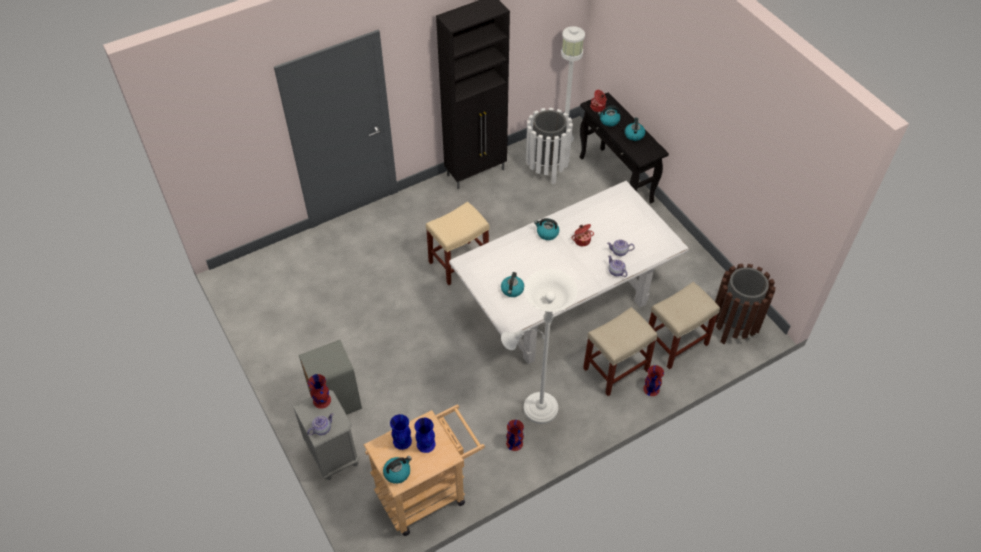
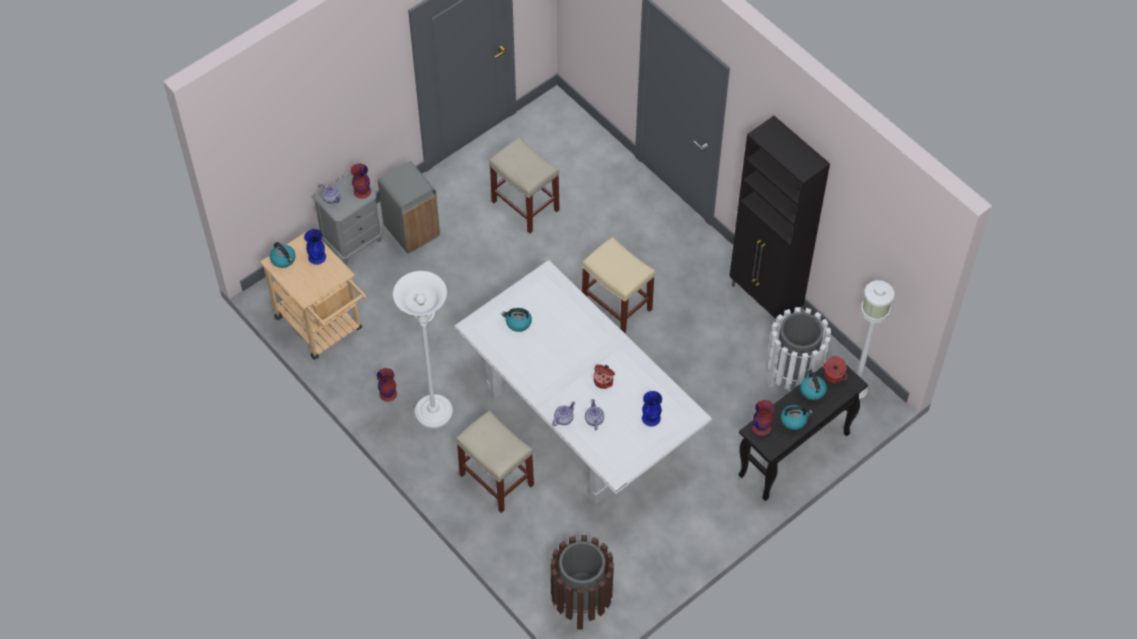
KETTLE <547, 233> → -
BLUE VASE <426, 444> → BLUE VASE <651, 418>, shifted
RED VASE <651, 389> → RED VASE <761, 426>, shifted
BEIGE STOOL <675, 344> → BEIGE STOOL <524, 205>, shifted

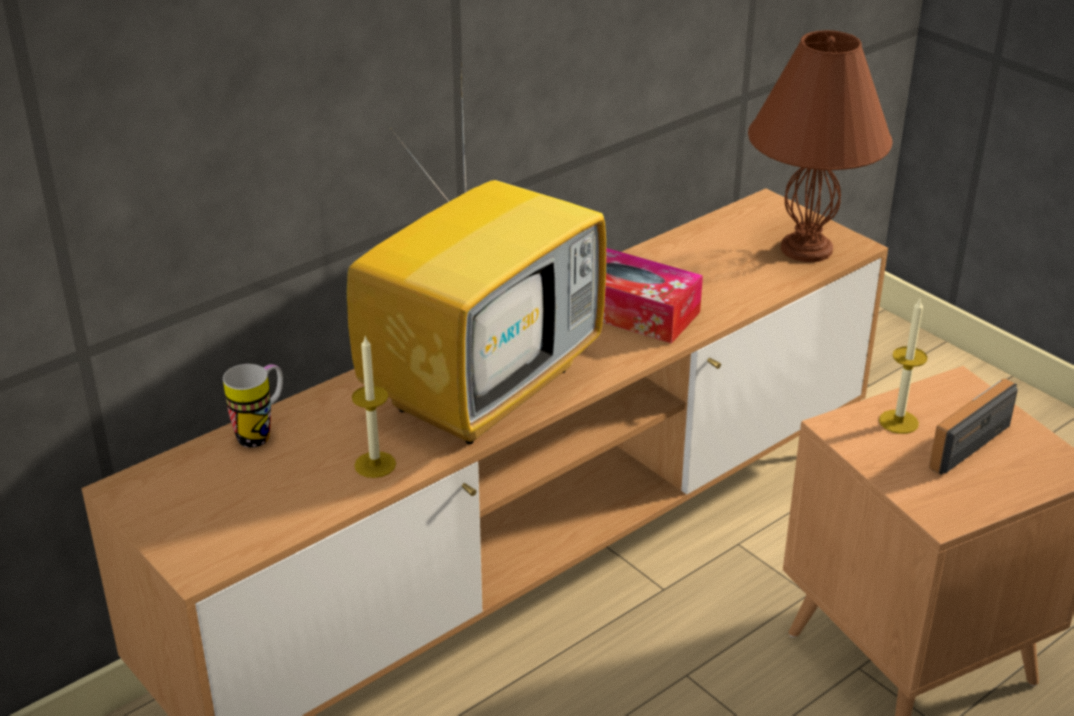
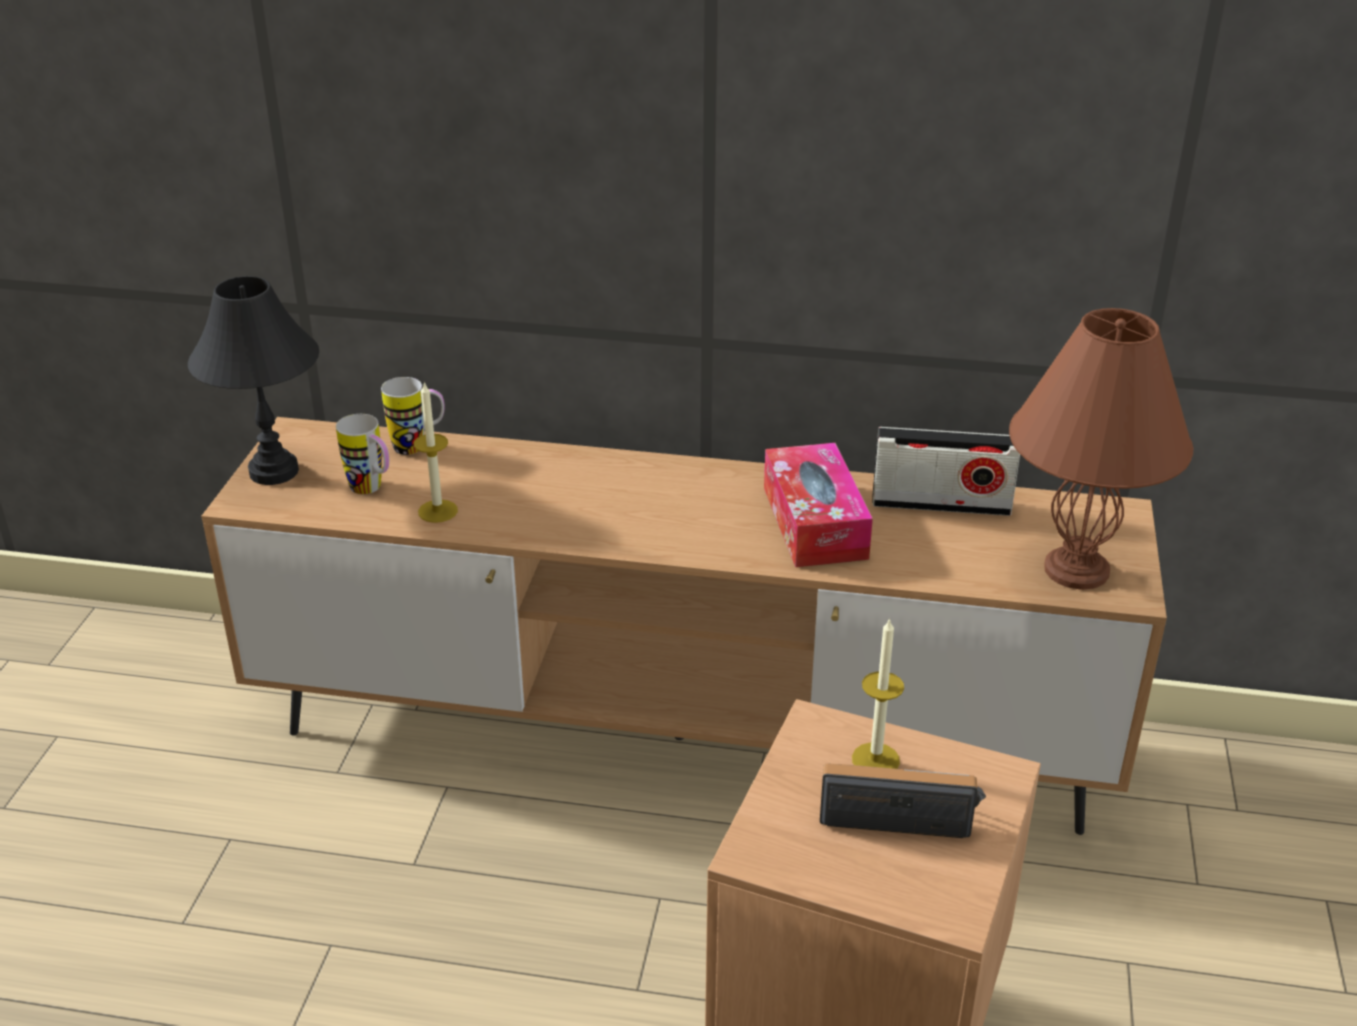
TELEVISION <483, 386> → -
- → BLACK TABLE LAMP <273, 471>
- → MUG <372, 490>
- → RADIO <941, 504>

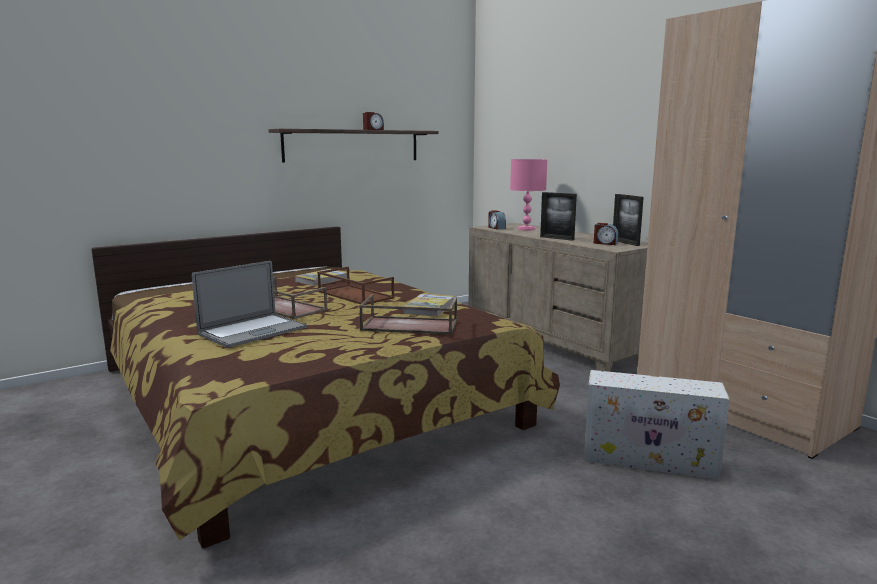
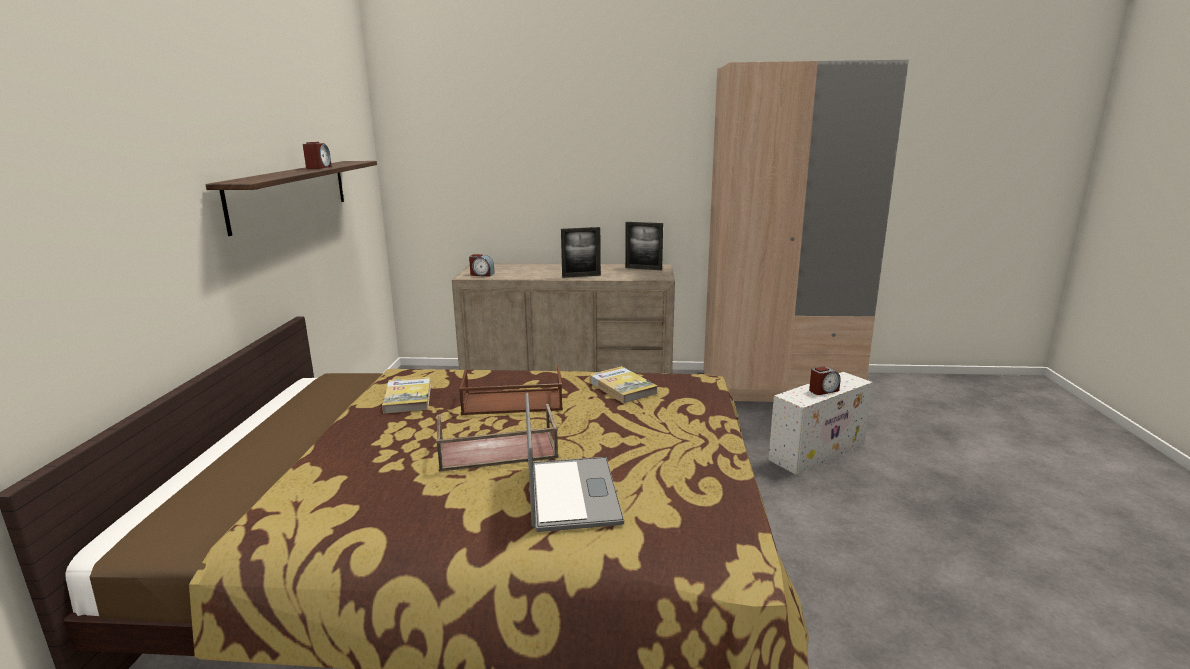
BROWN TRAY <408, 326> → -
PINK TABLE LAMP <527, 229> → -
ALARM CLOCK <605, 243> → ALARM CLOCK <823, 390>, shifted

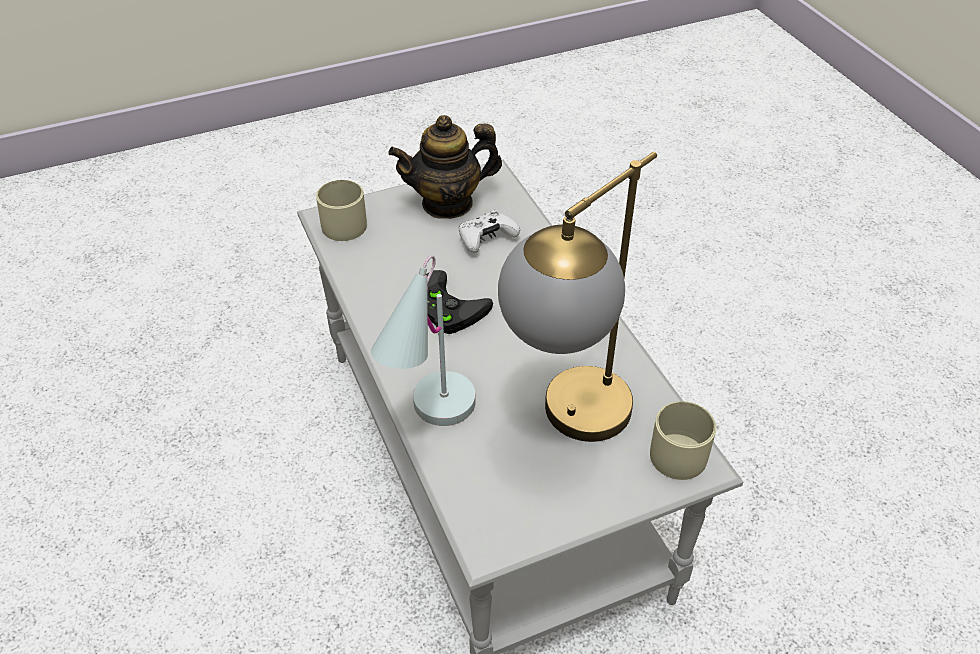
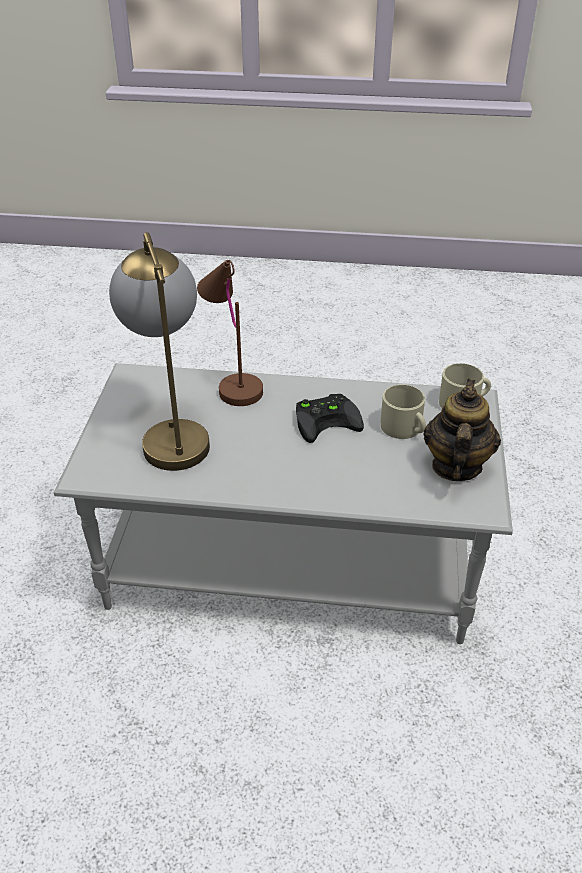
WHITE GAME CONTROLLER <486, 239> → -
BEIGE MUG <680, 450> → BEIGE MUG <404, 429>, shifted
WHITE TABLE LAMP <428, 421> → BROWN TABLE LAMP <231, 381>

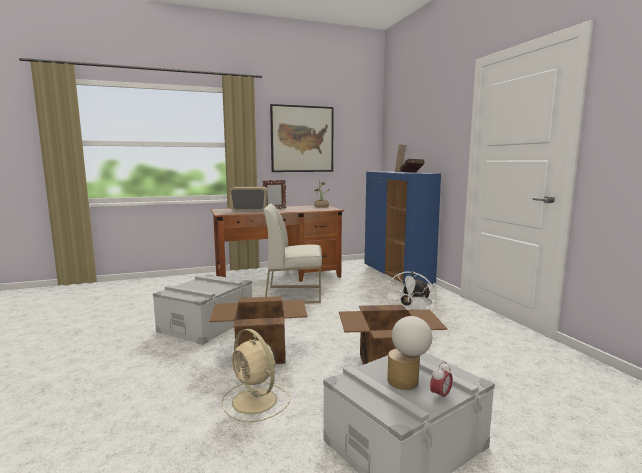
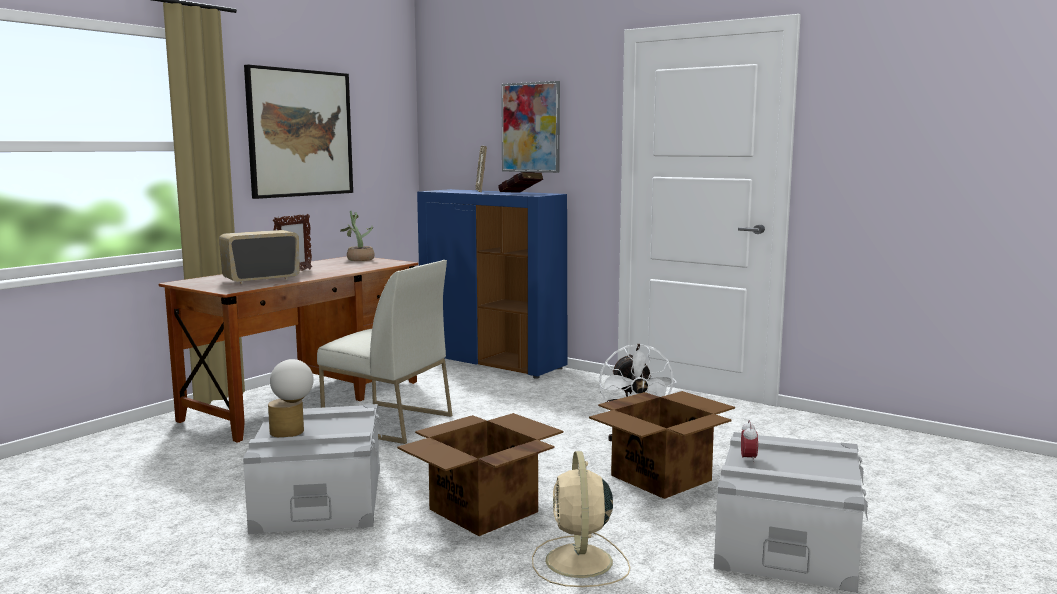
- → PICTURE <531, 127>
TABLE LAMP <407, 382> → TABLE LAMP <292, 431>, shifted
ALARM CLOCK <440, 396> → ALARM CLOCK <748, 459>, shifted
BEIGE FAN <255, 402> → BEIGE FAN <579, 563>, 75 degrees clockwise
WHITE CHAIR <294, 294> → WHITE CHAIR <387, 422>, 120 degrees counterclockwise

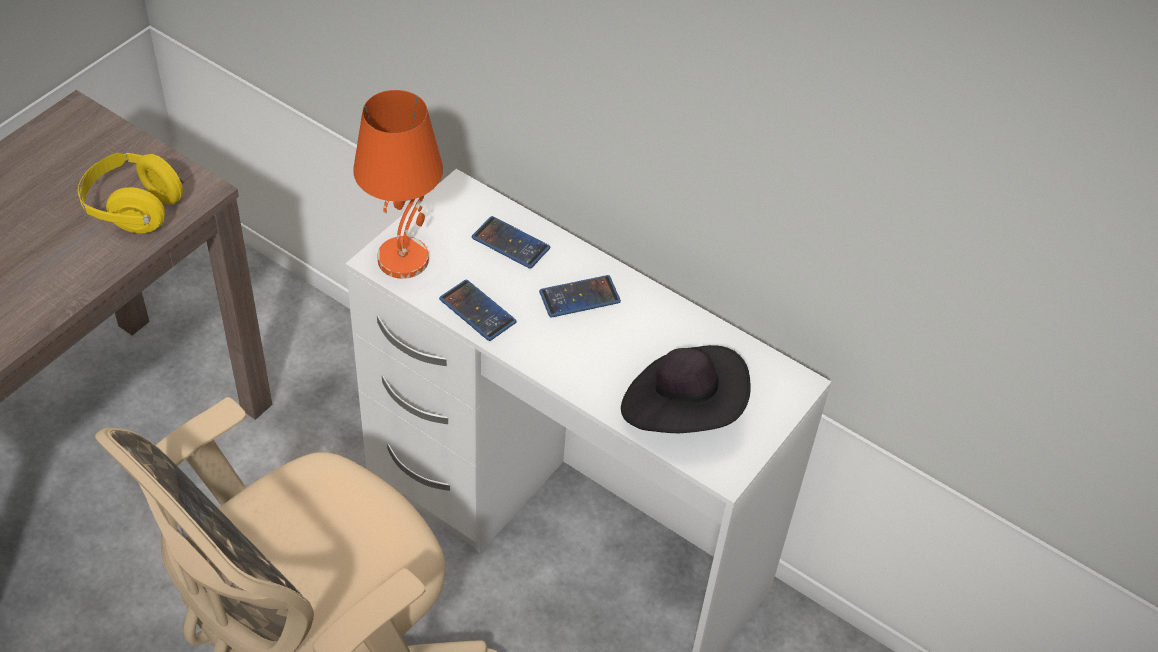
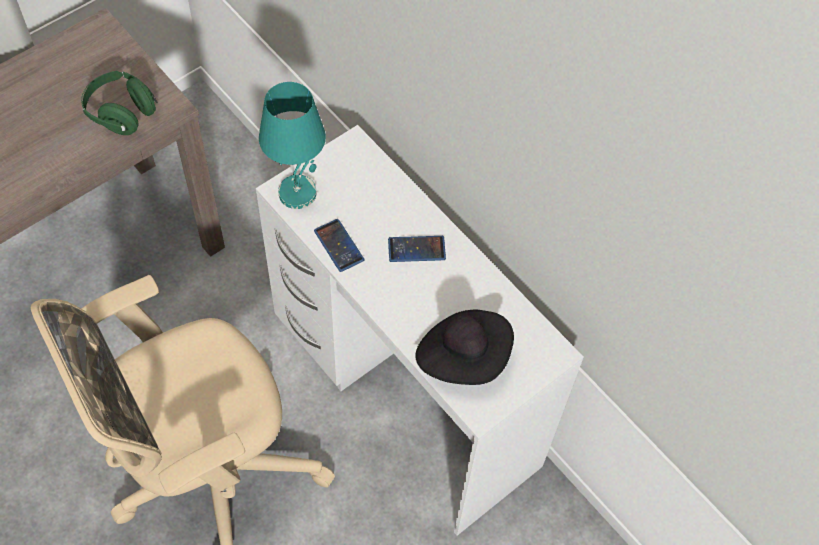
PHONE <510, 243> → -
YELLOW HEADPHONES <133, 209> → GREEN HEADPHONES <121, 113>
ORANGE TABLE LAMP <403, 258> → TURQUOISE TABLE LAMP <298, 192>

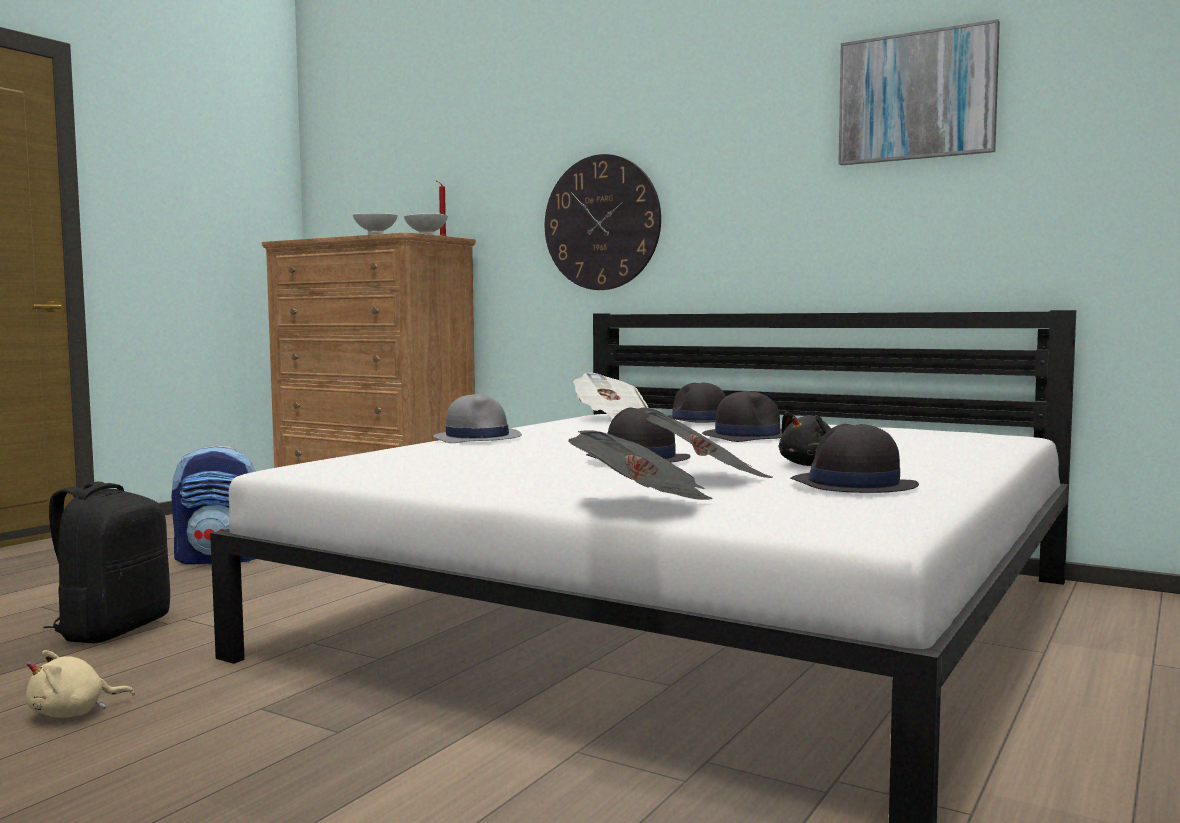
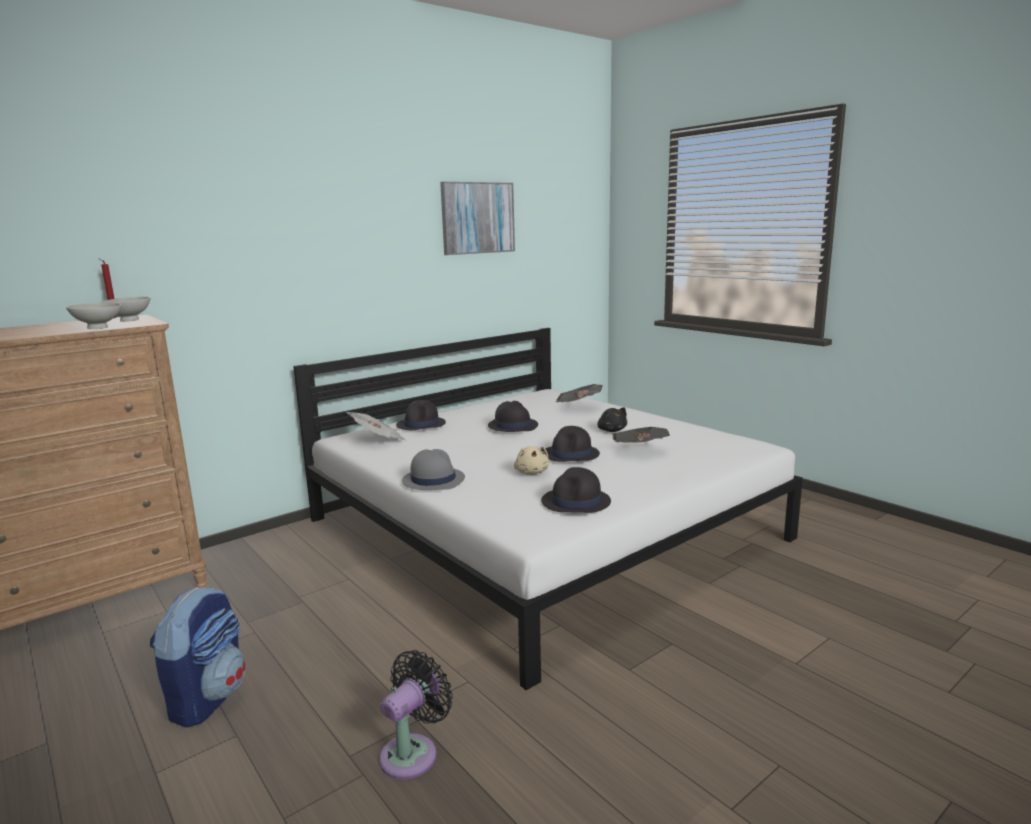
WALL CLOCK <602, 223> → -
BEIGE PLUSH TOY <73, 713> → BEIGE PLUSH TOY <531, 472>, shifted
NEWSPAPER <644, 506> → NEWSPAPER <578, 406>, shifted
BLACK HAT <852, 485> → BLACK HAT <576, 502>, shifted
BLACK BACKPACK <112, 629> → BLACK FAN <413, 752>

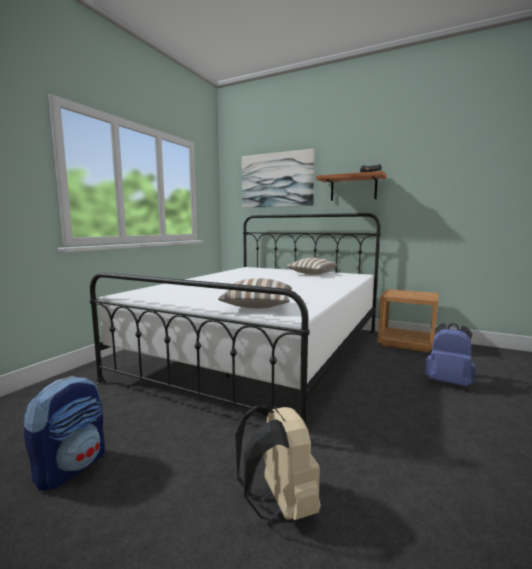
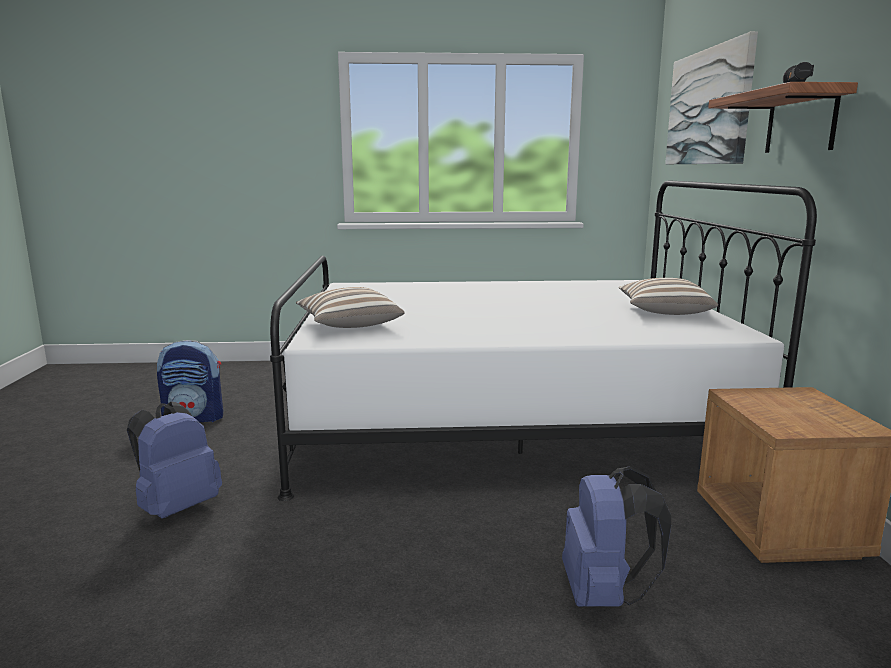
BEIGE BACKPACK <280, 505> → BLUE BACKPACK <177, 507>

